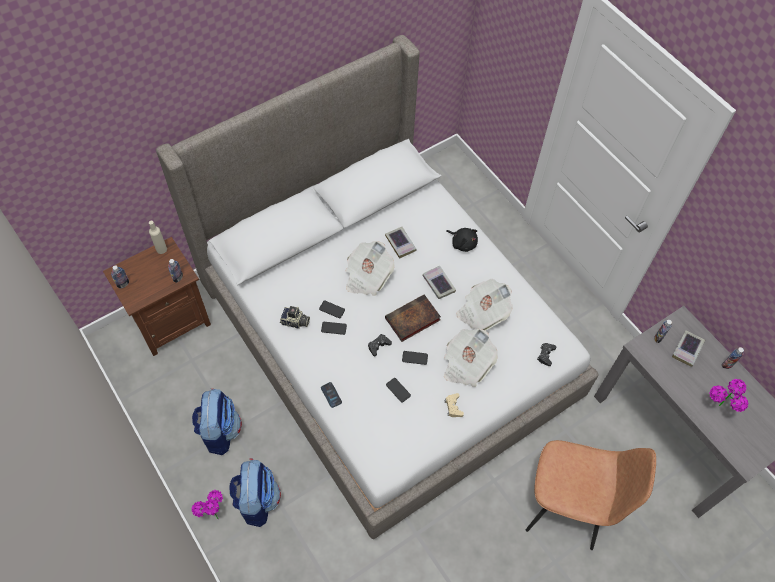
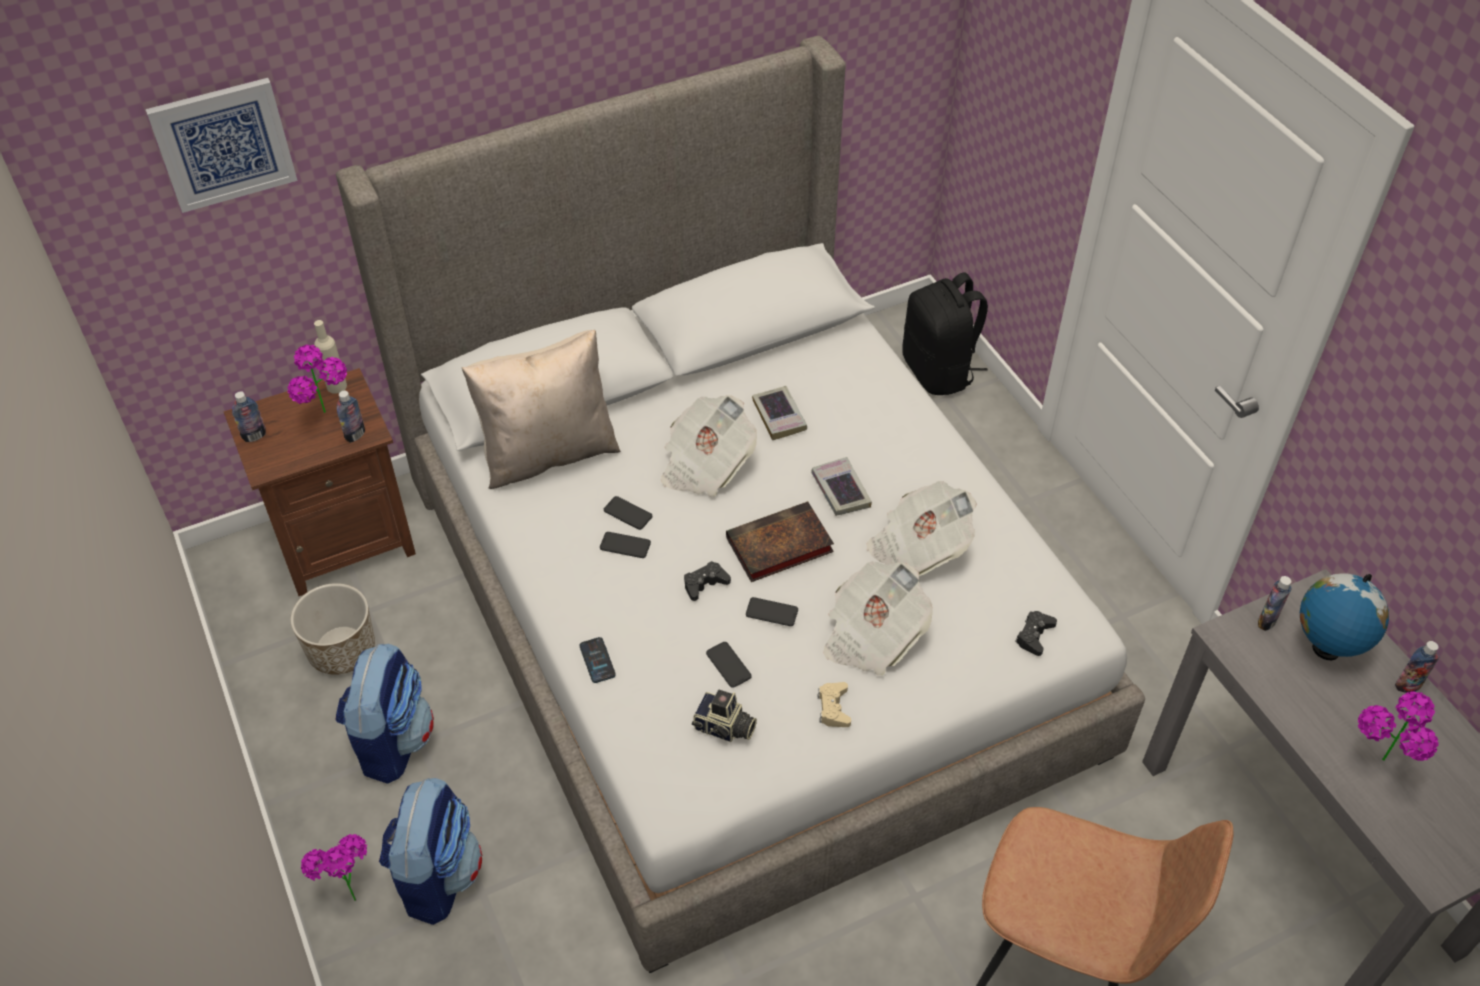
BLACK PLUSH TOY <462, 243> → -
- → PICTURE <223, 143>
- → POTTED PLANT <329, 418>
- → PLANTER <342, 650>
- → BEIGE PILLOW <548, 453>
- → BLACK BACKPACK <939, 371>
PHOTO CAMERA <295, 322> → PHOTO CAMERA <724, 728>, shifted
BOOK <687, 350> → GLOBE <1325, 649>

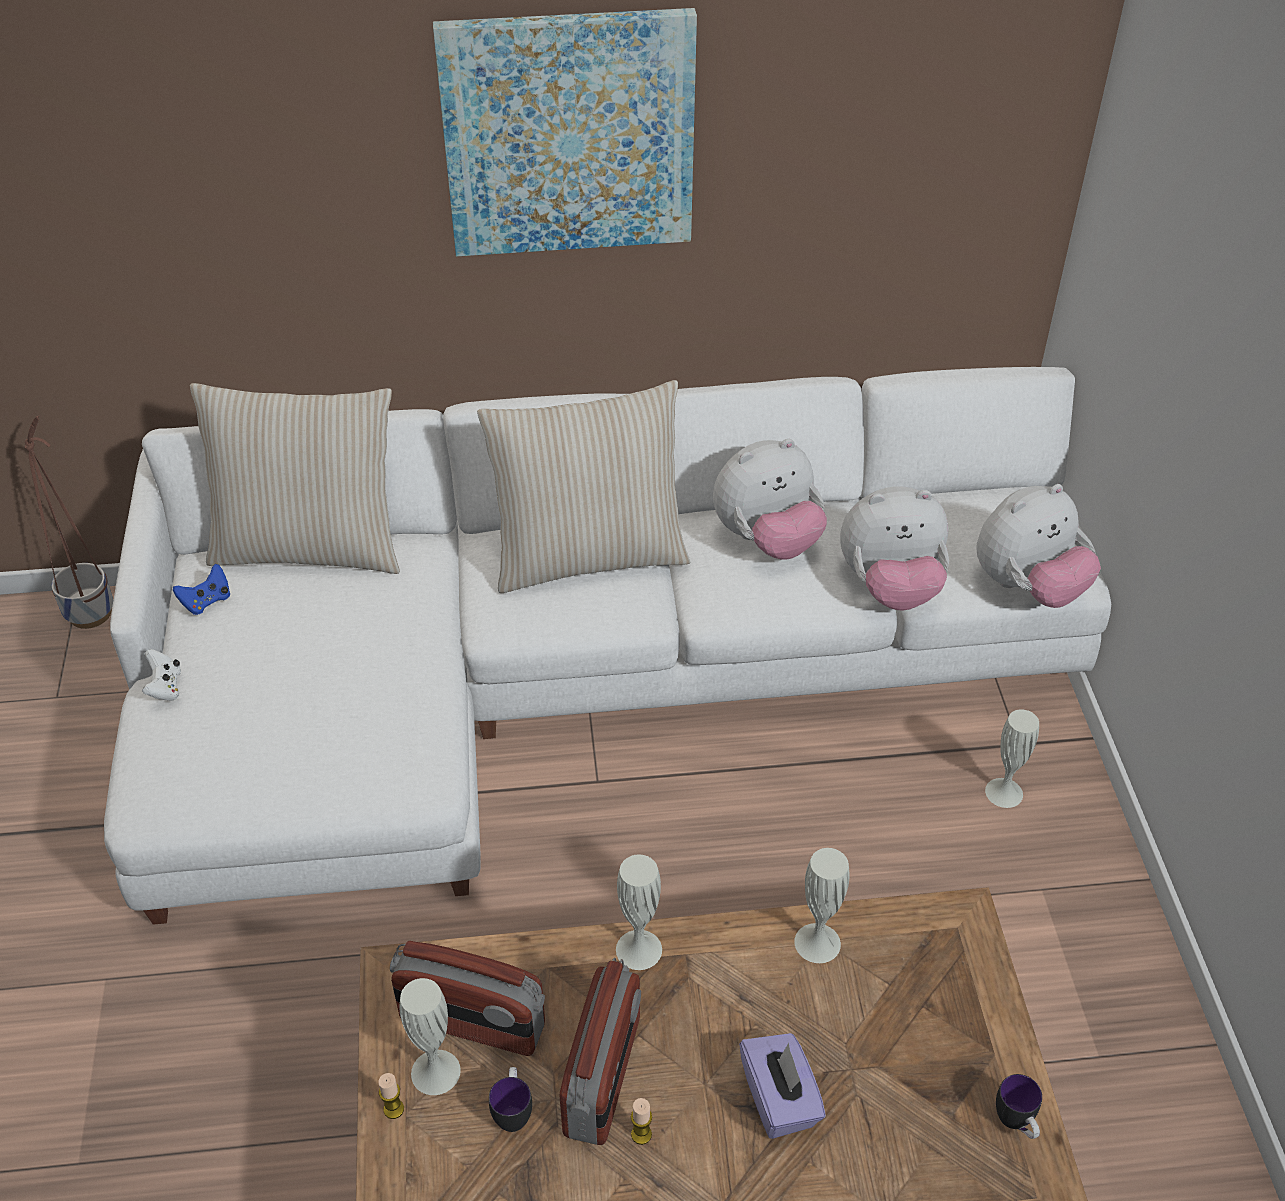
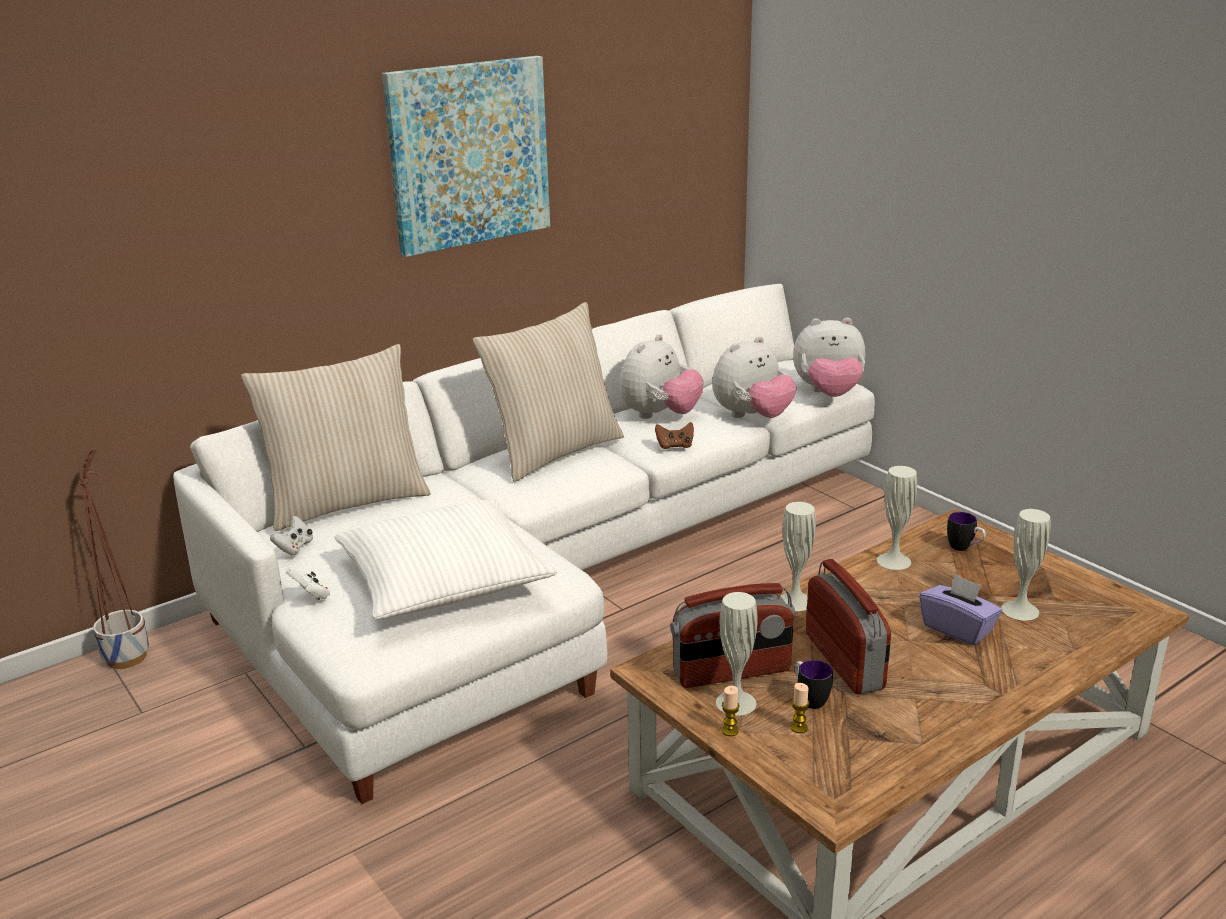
- → WHITE PILLOW <443, 578>
- → BROWN GAME CONTROLLER <675, 446>
CANDLE <641, 1134> → CANDLE <799, 727>, shifted
WHITE VASE <1004, 792> → WHITE VASE <1020, 610>, shifted
MUG <1016, 1124> → MUG <964, 548>, shifted
BLUE GAME CONTROLLER <207, 601> → WHITE GAME CONTROLLER <295, 548>
PLUSH TOY <1028, 587> → PLUSH TOY <828, 394>, 60 degrees clockwise

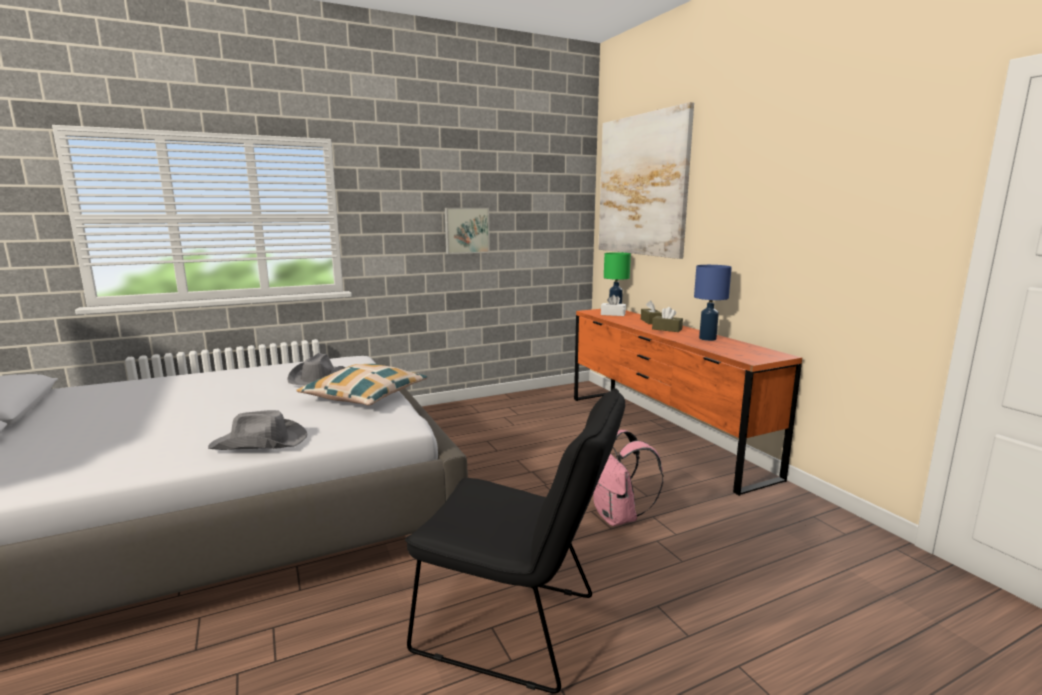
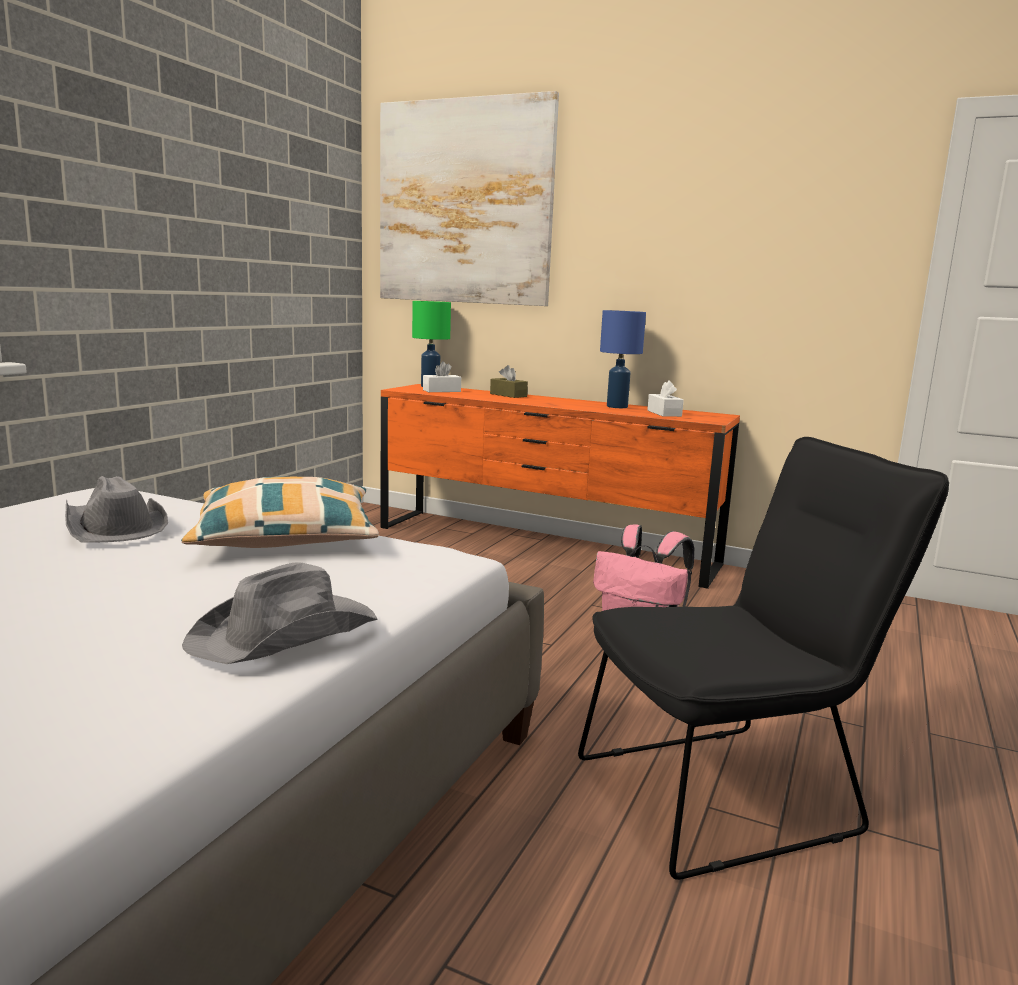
PICTURE <466, 230> → -
BROWN TISSUE BOX <667, 329> → -
- → WHITE TISSUE BOX <664, 413>

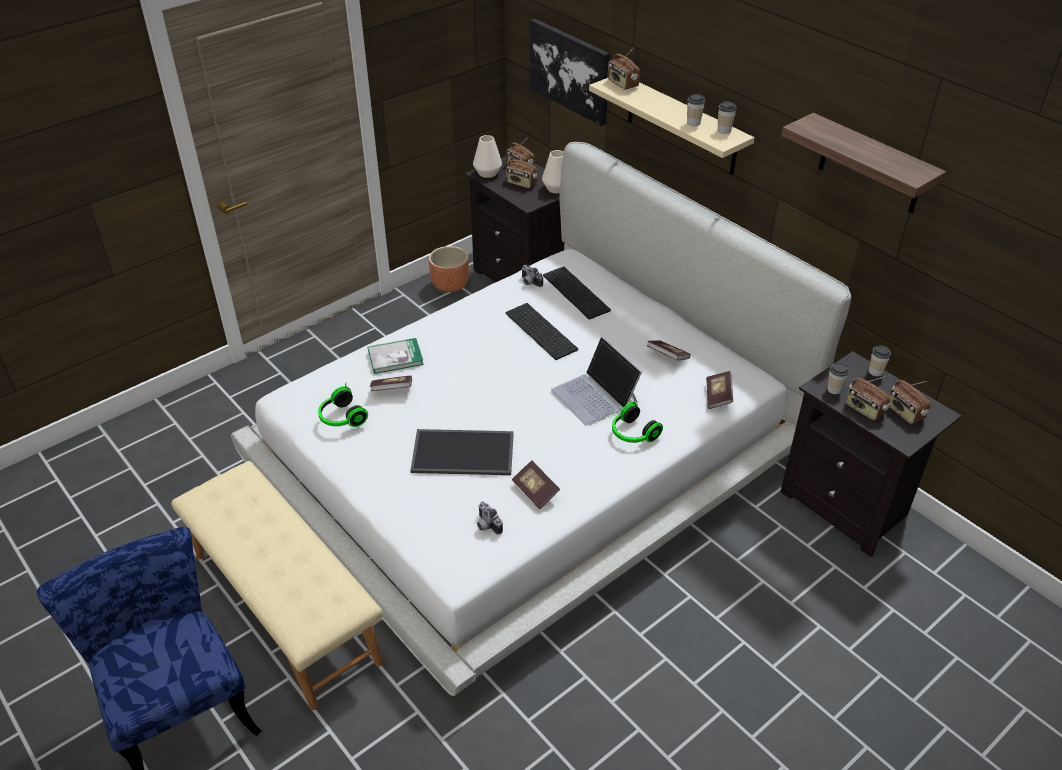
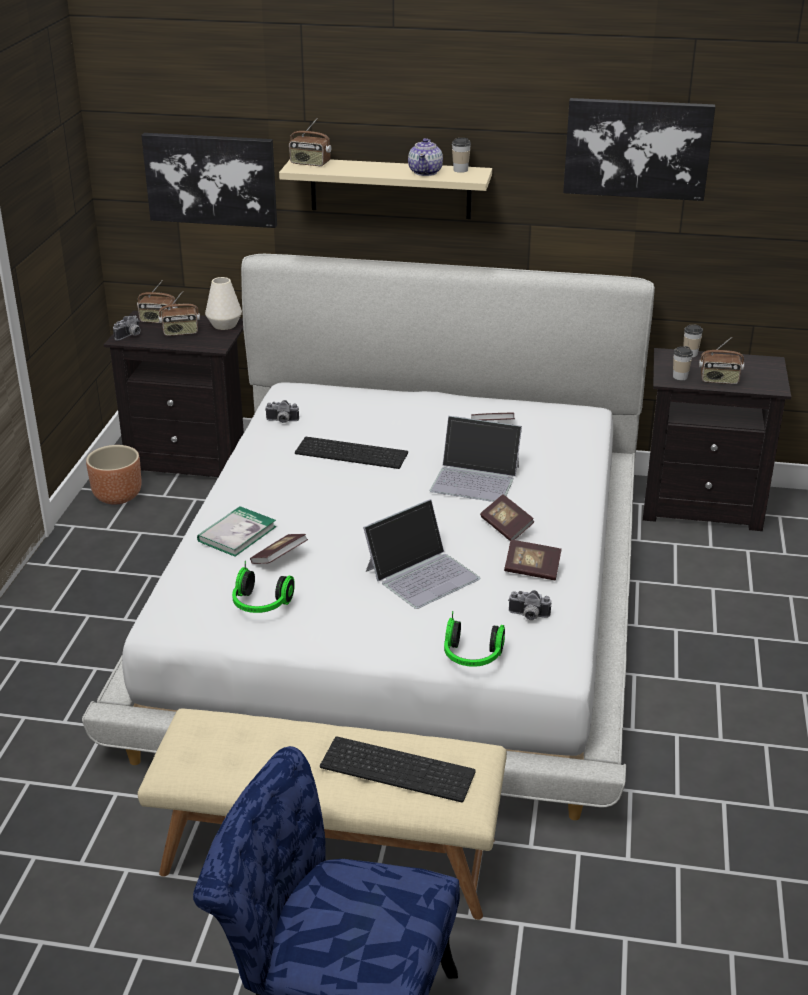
RADIO <904, 412> → -
KEYBOARD <578, 293> → KEYBOARD <399, 768>, shifted
HEADPHONES <632, 434> → HEADPHONES <472, 657>, shifted
BOOK <718, 396> → BOOK <506, 527>, shifted
TRAY <464, 451> → LAPTOP <422, 574>
WHITE VASE <487, 173> → PHOTO CAMERA <130, 336>
CUP <693, 123> → TEAPOT <425, 172>
SHELF <870, 165> → PICTURE <637, 148>

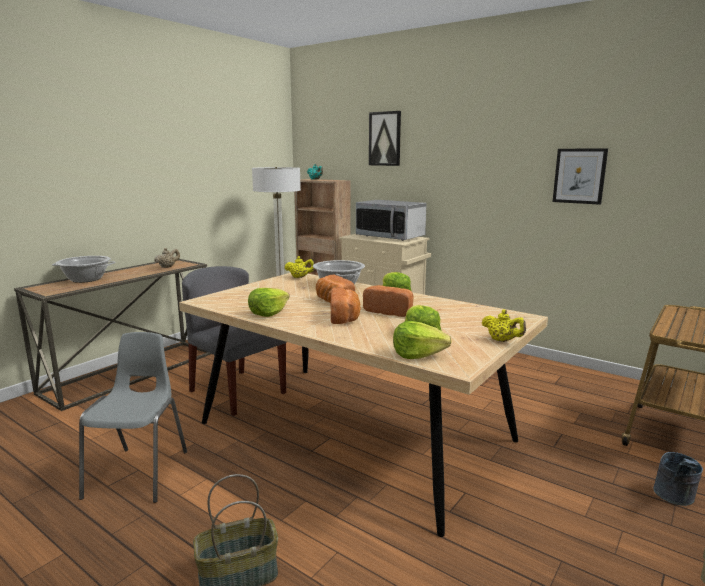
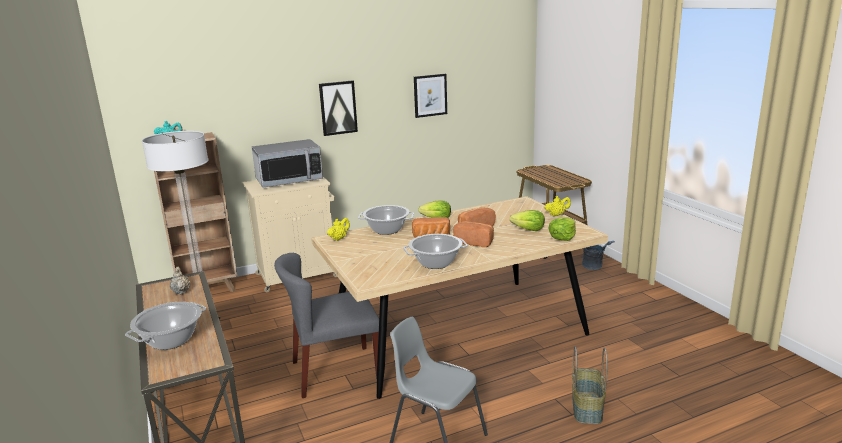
PICTURE <385, 138> → PICTURE <338, 108>, shifted
LETTUCE <268, 313> → COOKING POT <435, 263>

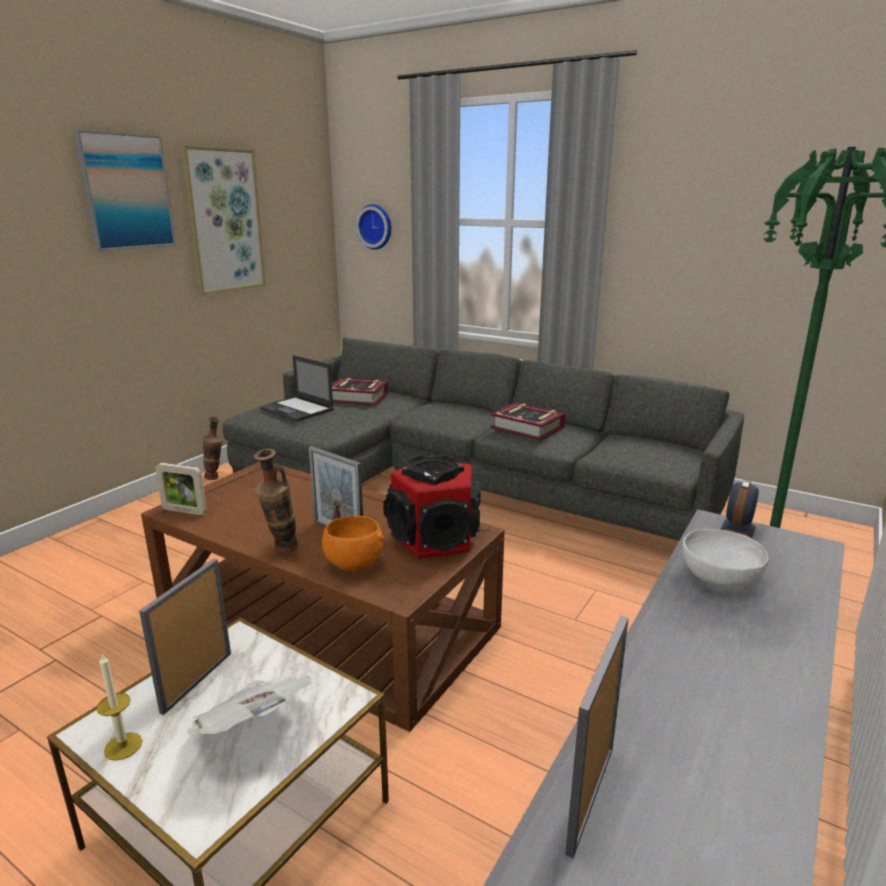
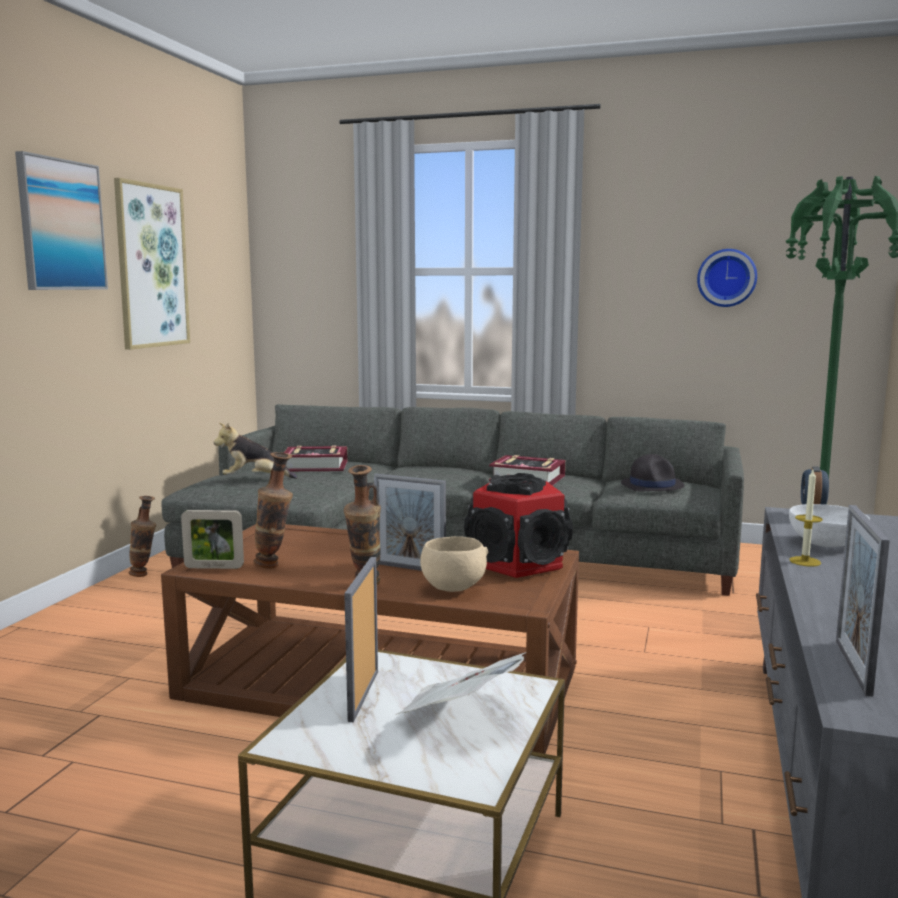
- → VASE <274, 566>
- → BLACK HAT <652, 485>
CANDLE <123, 746> → CANDLE <805, 561>, shifted
WALL CLOCK <376, 226> → WALL CLOCK <726, 278>, shifted
LAPTOP <298, 410> → PLUSH TOY <254, 480>
ORANGE BOWL <353, 564> → BEIGE BOWL <452, 588>

